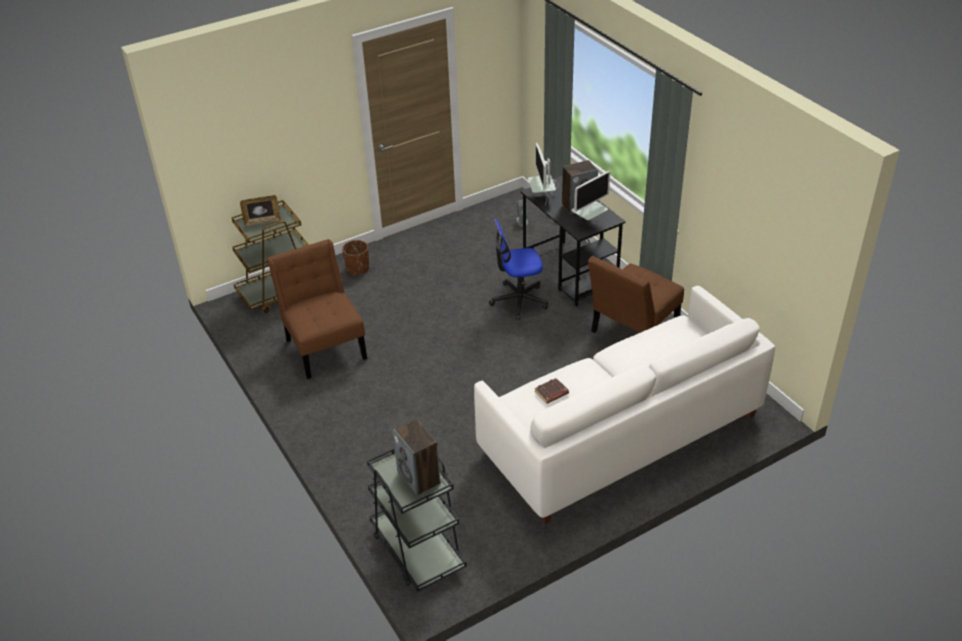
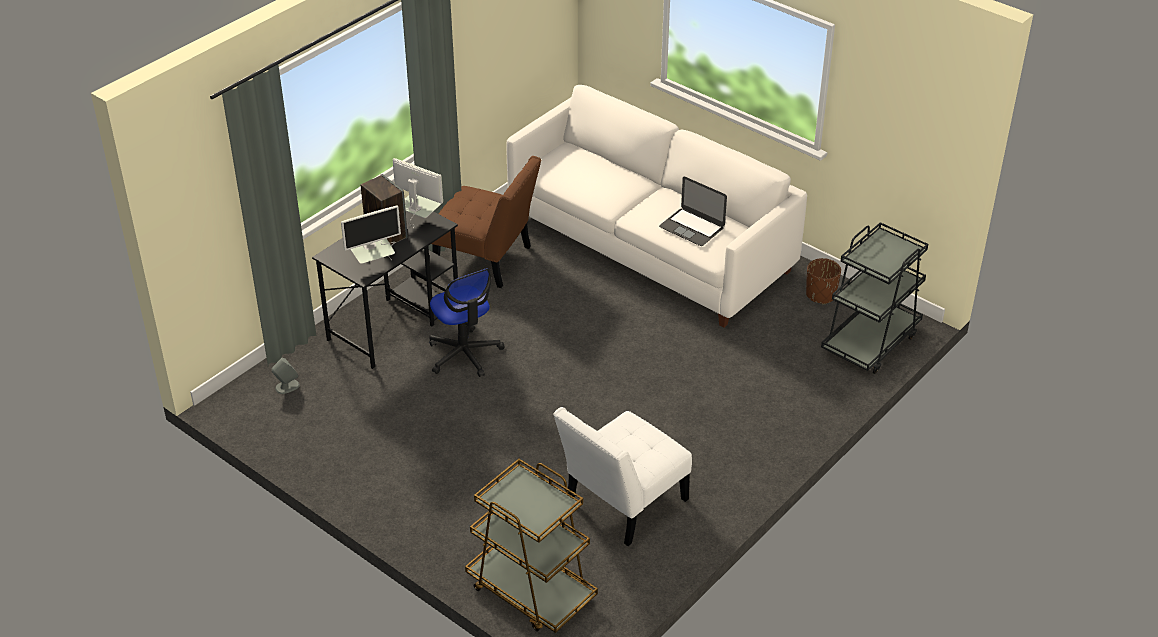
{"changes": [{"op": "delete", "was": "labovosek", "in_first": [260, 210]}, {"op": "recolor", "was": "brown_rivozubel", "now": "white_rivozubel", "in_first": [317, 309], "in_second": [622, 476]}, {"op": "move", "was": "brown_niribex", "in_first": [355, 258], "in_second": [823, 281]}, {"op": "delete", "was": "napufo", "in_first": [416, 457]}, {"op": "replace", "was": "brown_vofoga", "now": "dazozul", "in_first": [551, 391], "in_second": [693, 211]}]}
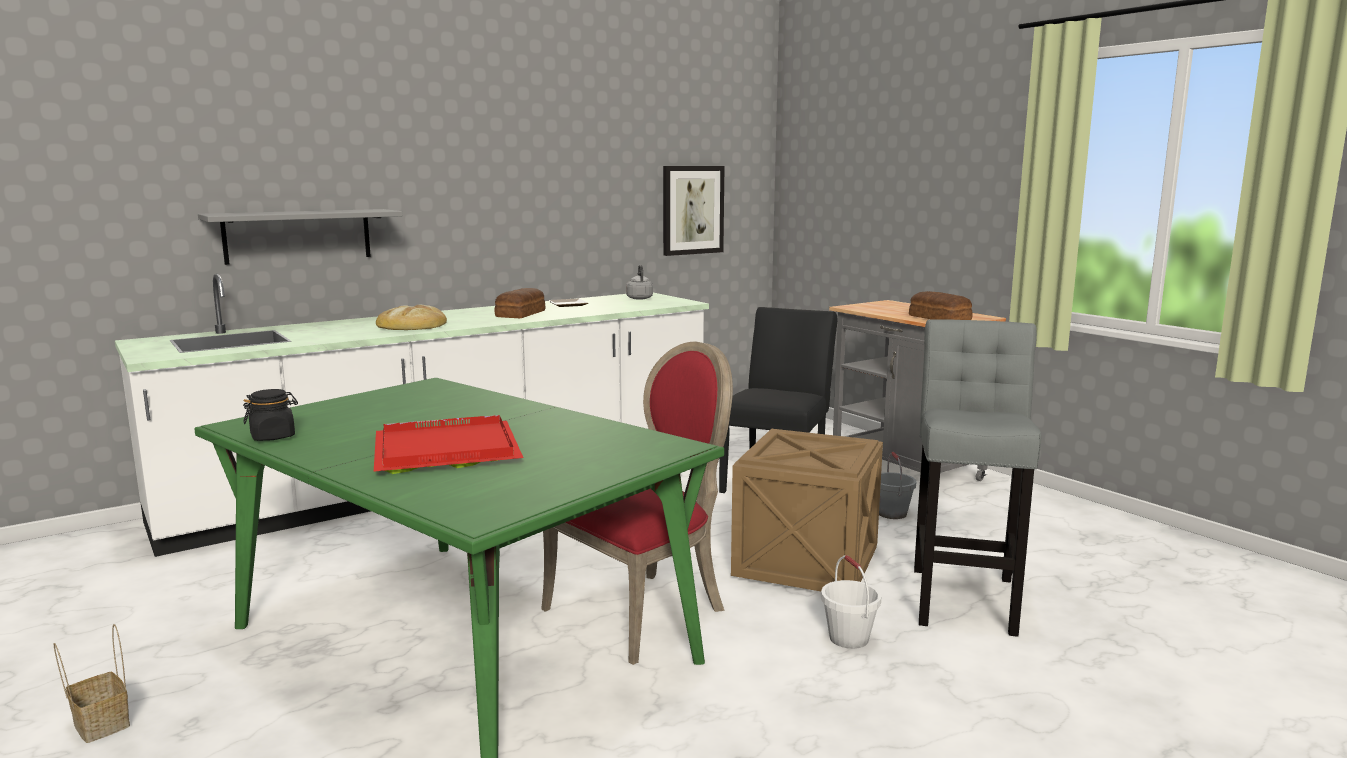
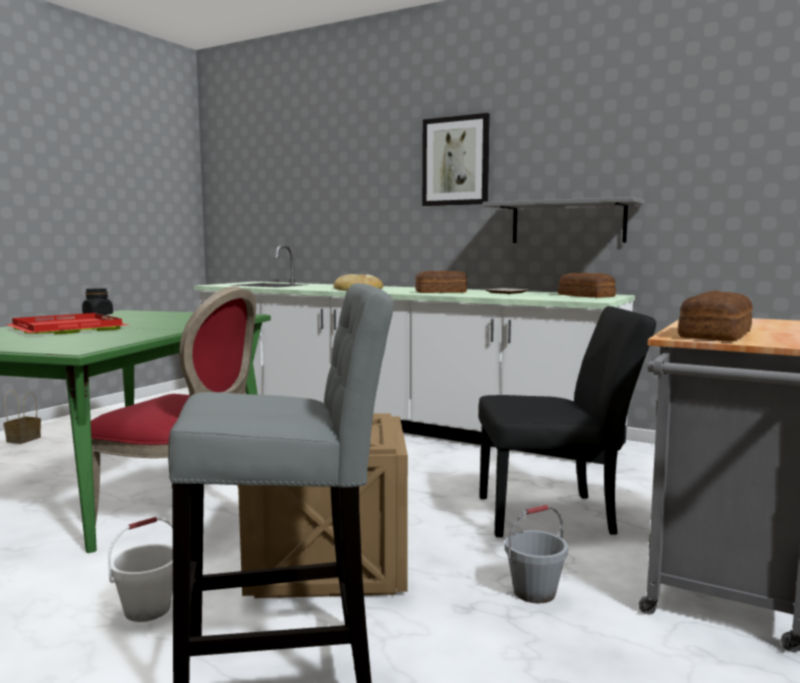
{"changes": [{"op": "move", "was": "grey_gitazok", "in_first": [300, 237], "in_second": [563, 220]}, {"op": "replace", "was": "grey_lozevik", "now": "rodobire", "in_first": [639, 282], "in_second": [587, 285]}, {"op": "move", "was": "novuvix", "in_first": [694, 211], "in_second": [456, 159]}]}
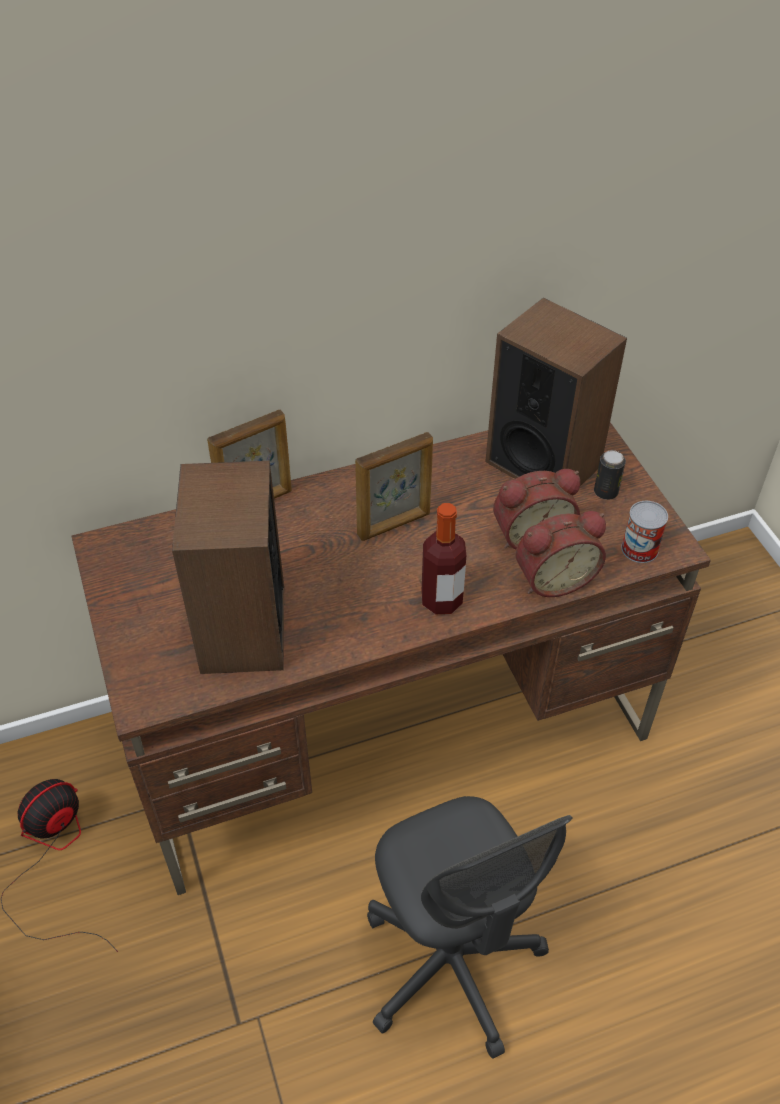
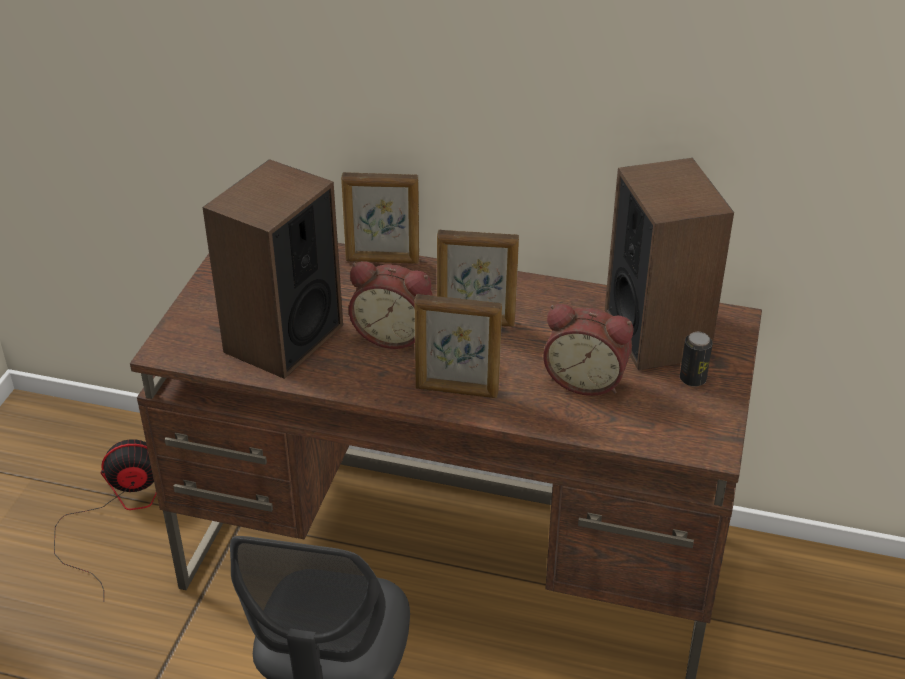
{"changes": [{"op": "replace", "was": "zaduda", "now": "labovosek", "in_first": [443, 558], "in_second": [458, 346]}, {"op": "move", "was": "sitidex", "in_first": [560, 554], "in_second": [391, 305]}, {"op": "delete", "was": "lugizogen", "in_first": [644, 532]}]}
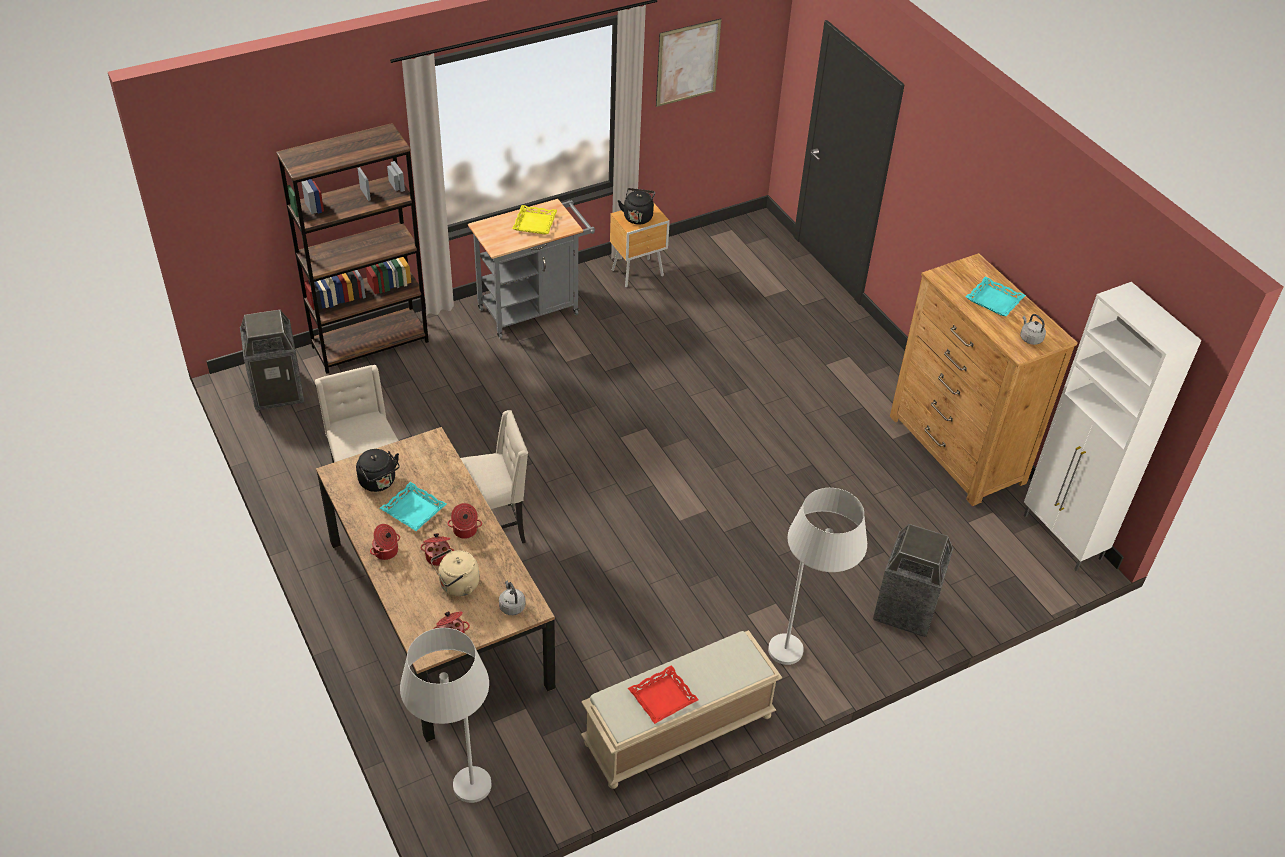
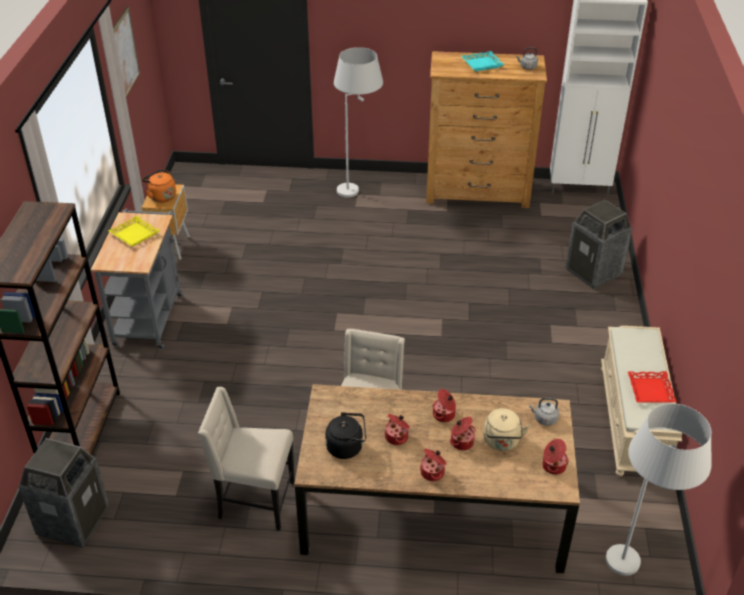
{"changes": [{"op": "replace", "was": "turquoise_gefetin", "now": "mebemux", "in_first": [413, 506], "in_second": [397, 429]}, {"op": "recolor", "was": "black_lozevik", "now": "orange_lozevik", "in_first": [636, 206], "in_second": [159, 185]}, {"op": "move", "was": "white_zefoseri", "in_first": [817, 576], "in_second": [358, 122]}]}
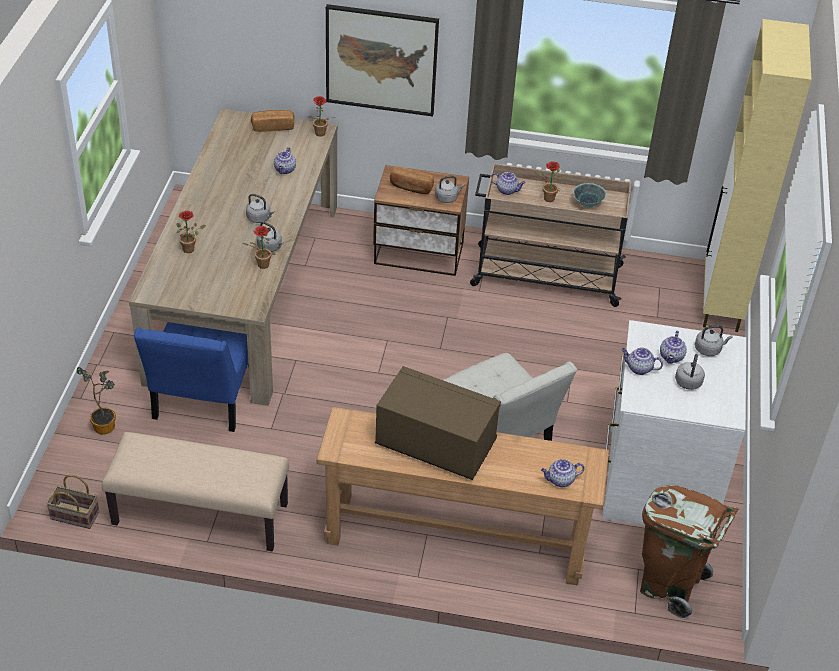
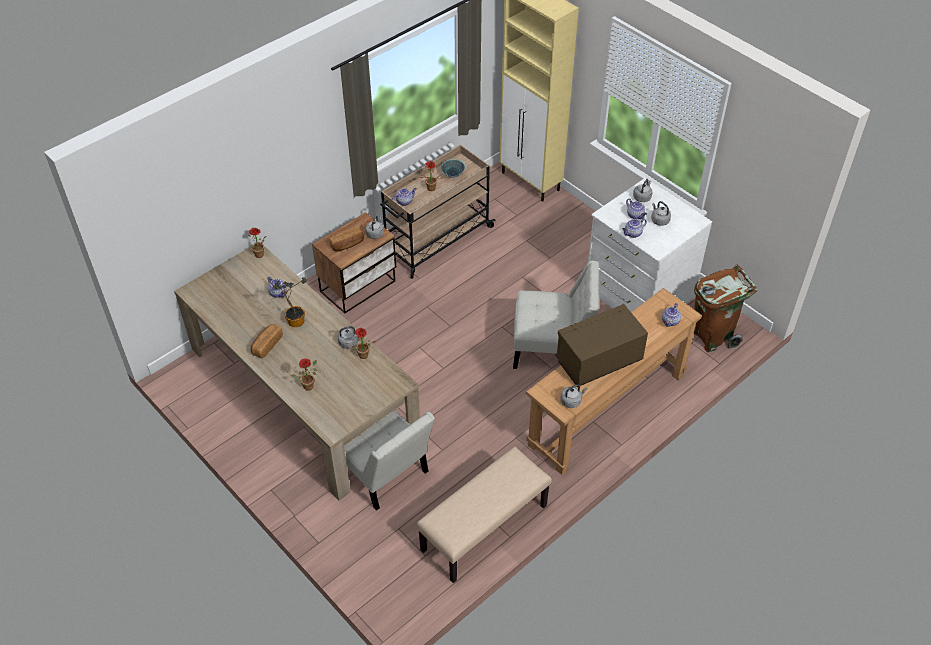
{"changes": [{"op": "delete", "was": "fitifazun", "in_first": [72, 502]}, {"op": "move", "was": "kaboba", "in_first": [96, 400], "in_second": [290, 302]}, {"op": "recolor", "was": "blue_rivozubel", "now": "white_rivozubel", "in_first": [191, 377], "in_second": [389, 460]}, {"op": "move", "was": "grey_lozevik", "in_first": [260, 208], "in_second": [573, 396]}, {"op": "move", "was": "rodobire", "in_first": [272, 121], "in_second": [267, 341]}, {"op": "delete", "was": "novuvix", "in_first": [382, 60]}]}
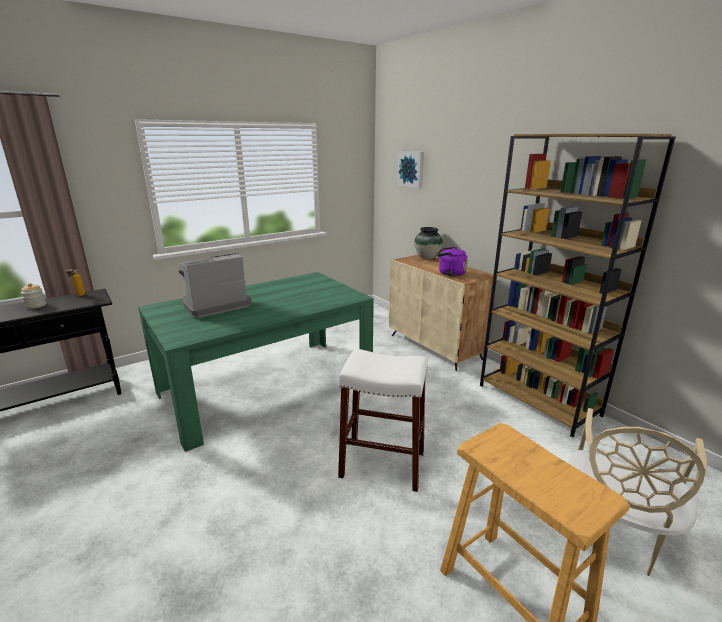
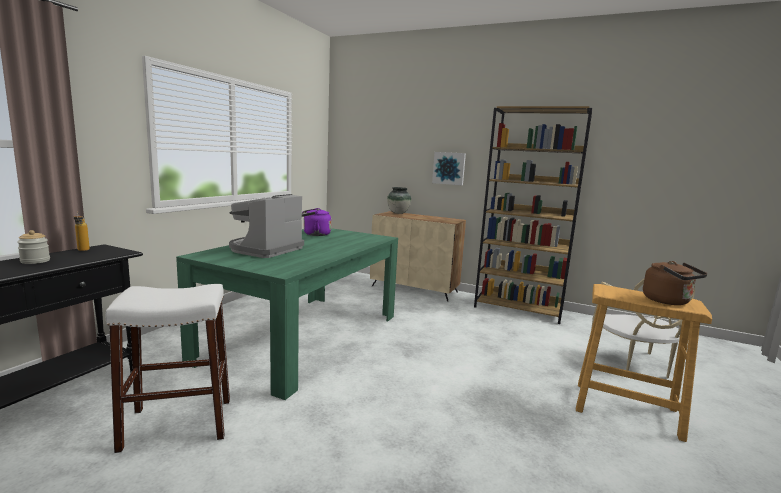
{"changes": [{"op": "move", "was": "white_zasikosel", "in_first": [383, 420], "in_second": [168, 368]}, {"op": "move", "was": "novuvix", "in_first": [410, 169], "in_second": [449, 168]}, {"op": "move", "was": "purple_lozevik", "in_first": [452, 261], "in_second": [317, 222]}, {"op": "insert", "now": "brown_lozevik", "in_second": [675, 283]}]}
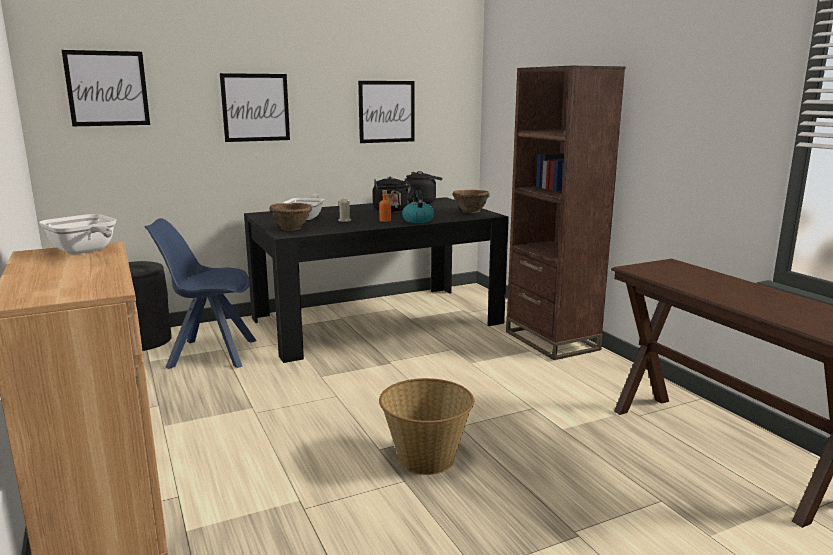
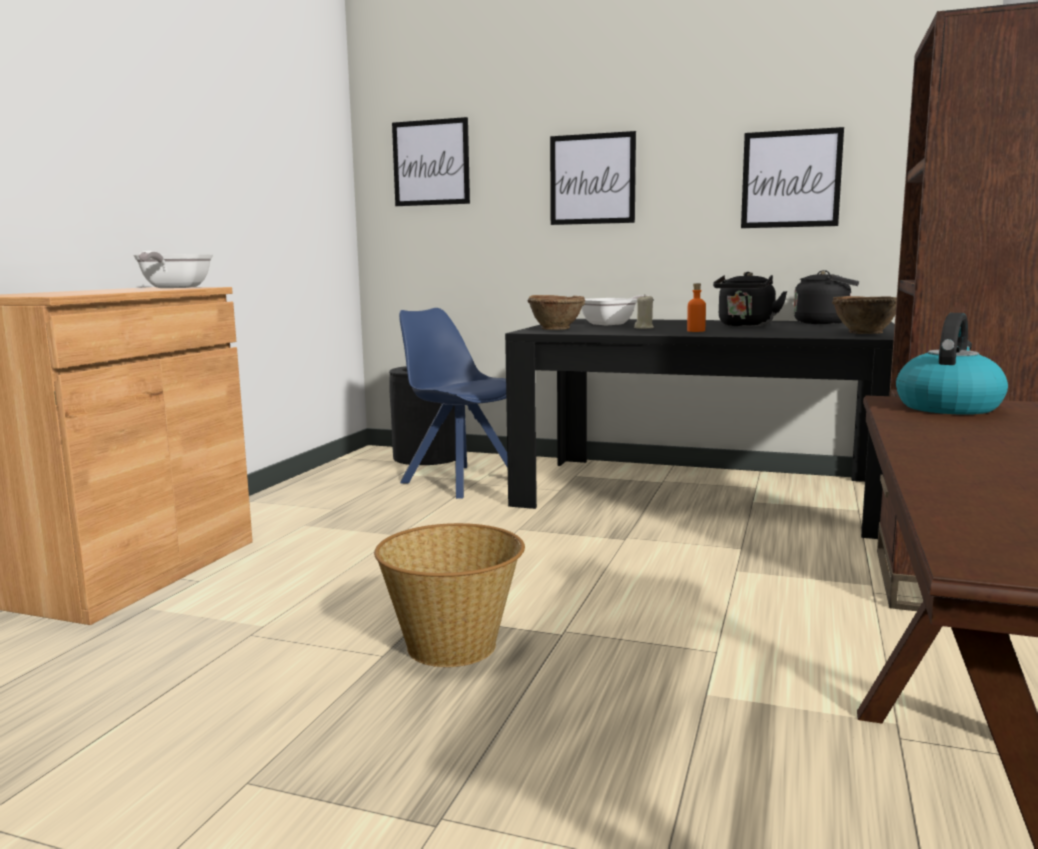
{"changes": [{"op": "move", "was": "lozevik", "in_first": [418, 206], "in_second": [952, 364]}]}
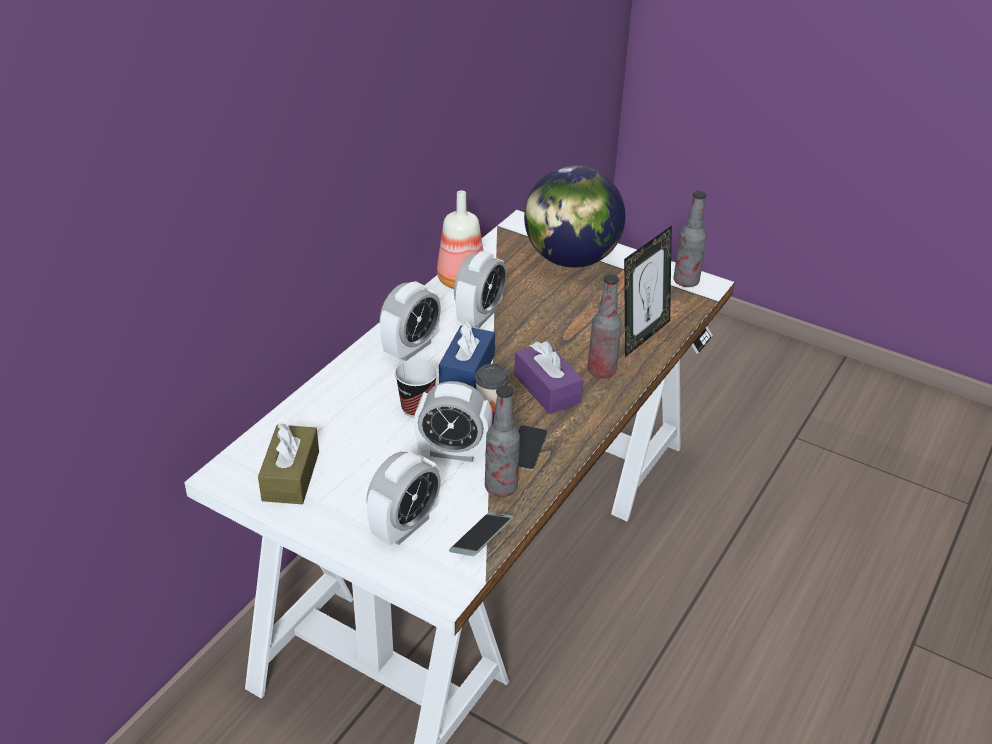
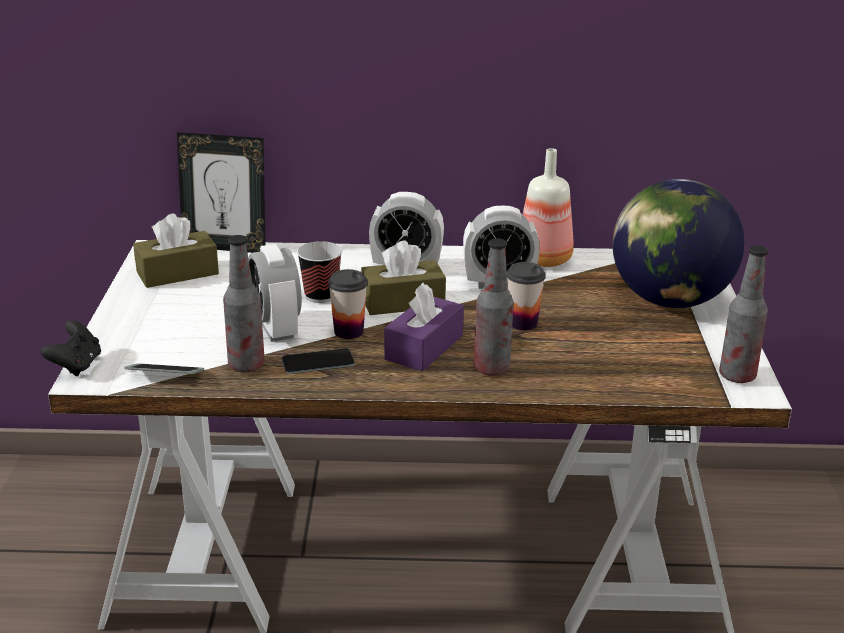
{"changes": [{"op": "delete", "was": "sitidex", "in_first": [403, 498]}, {"op": "recolor", "was": "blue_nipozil", "now": "brown_nipozil", "in_first": [467, 355], "in_second": [403, 277]}, {"op": "move", "was": "labovosek", "in_first": [648, 291], "in_second": [221, 192]}, {"op": "insert", "now": "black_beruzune", "in_second": [71, 348]}, {"op": "insert", "now": "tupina", "in_second": [526, 296]}]}
